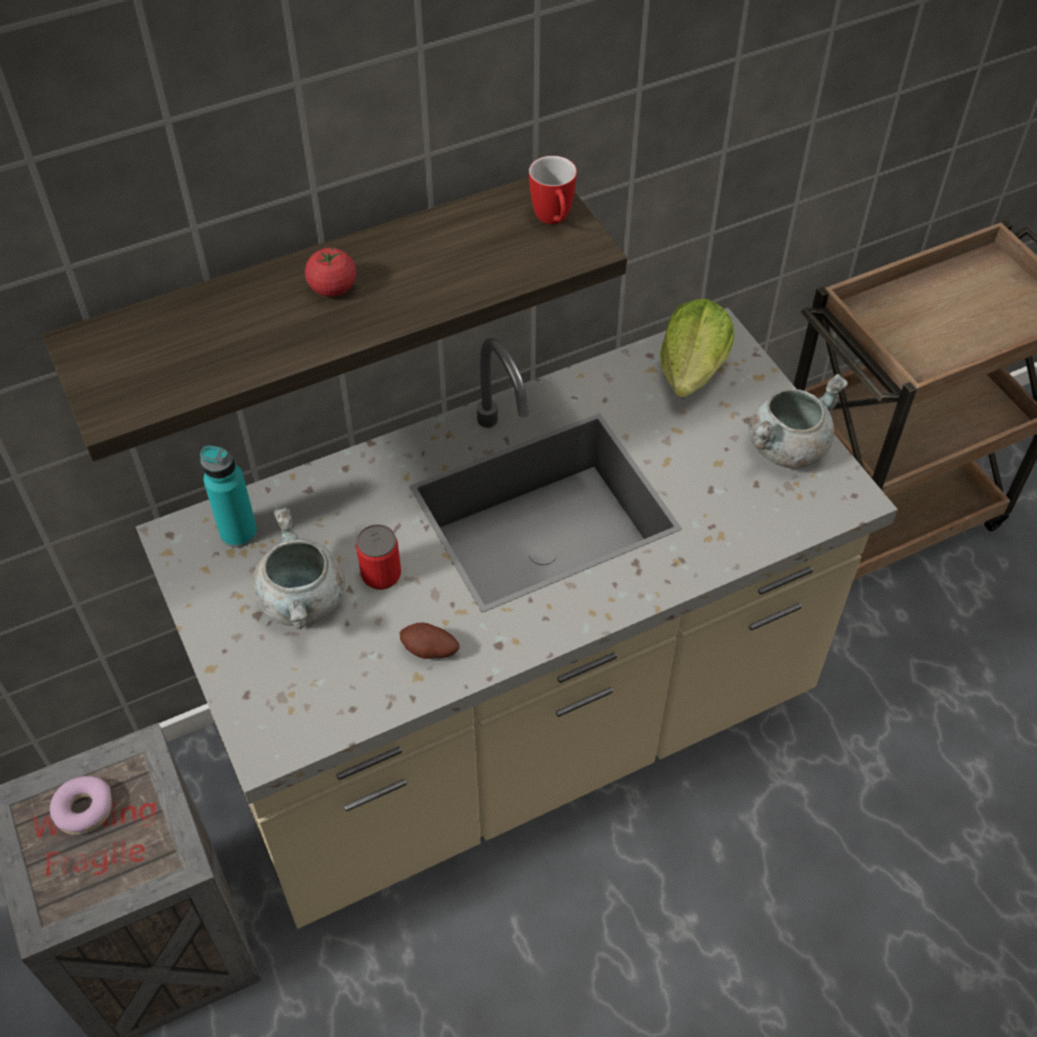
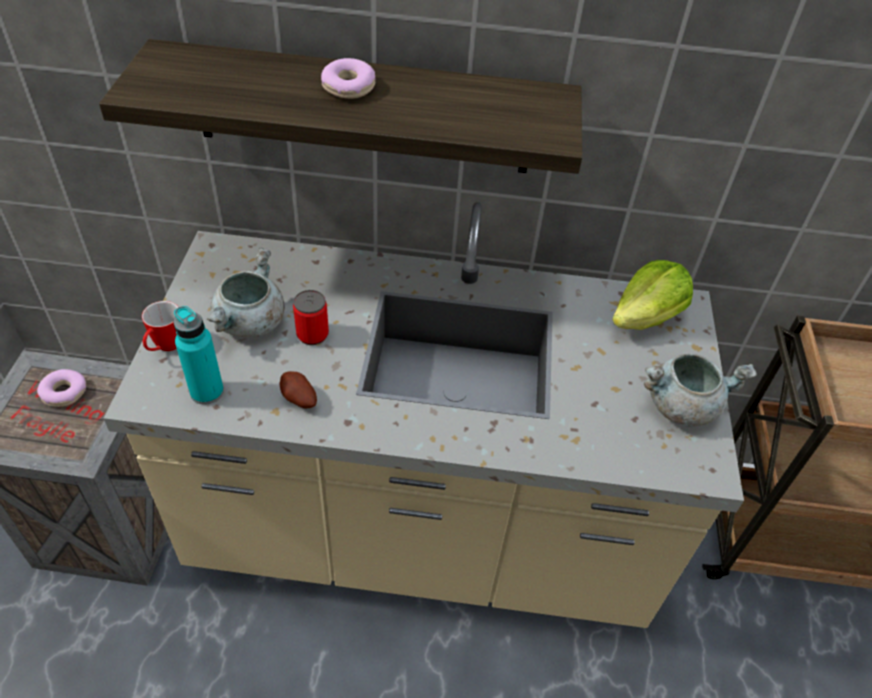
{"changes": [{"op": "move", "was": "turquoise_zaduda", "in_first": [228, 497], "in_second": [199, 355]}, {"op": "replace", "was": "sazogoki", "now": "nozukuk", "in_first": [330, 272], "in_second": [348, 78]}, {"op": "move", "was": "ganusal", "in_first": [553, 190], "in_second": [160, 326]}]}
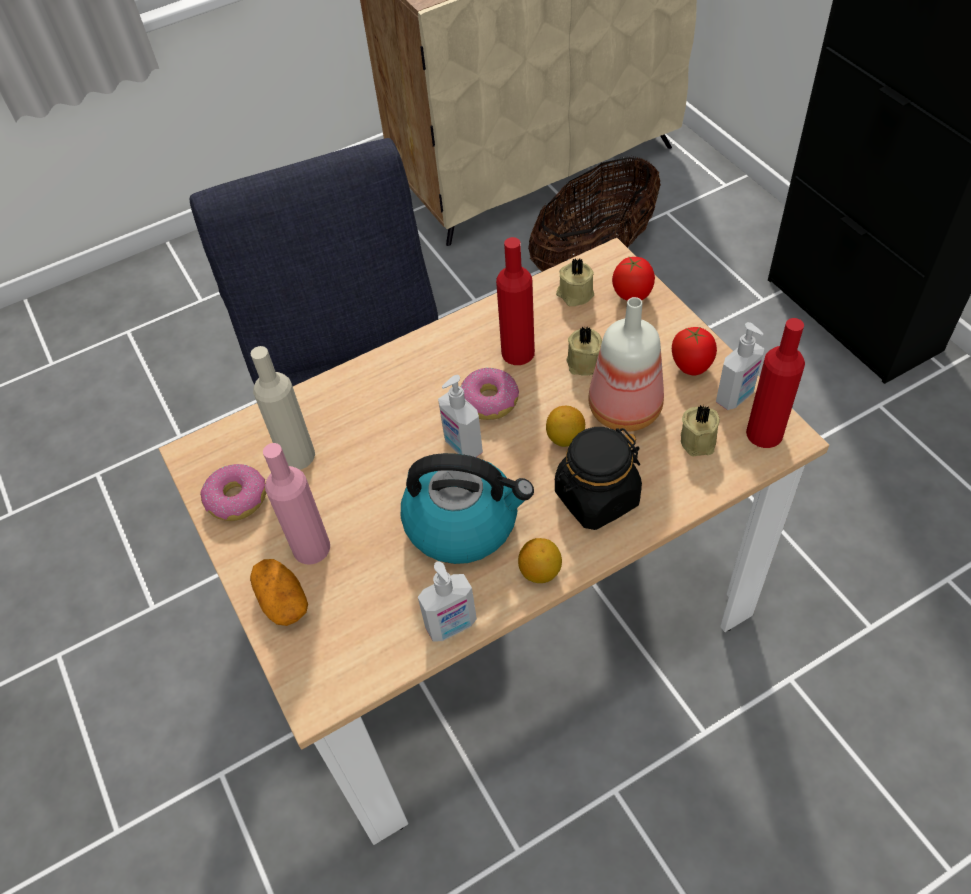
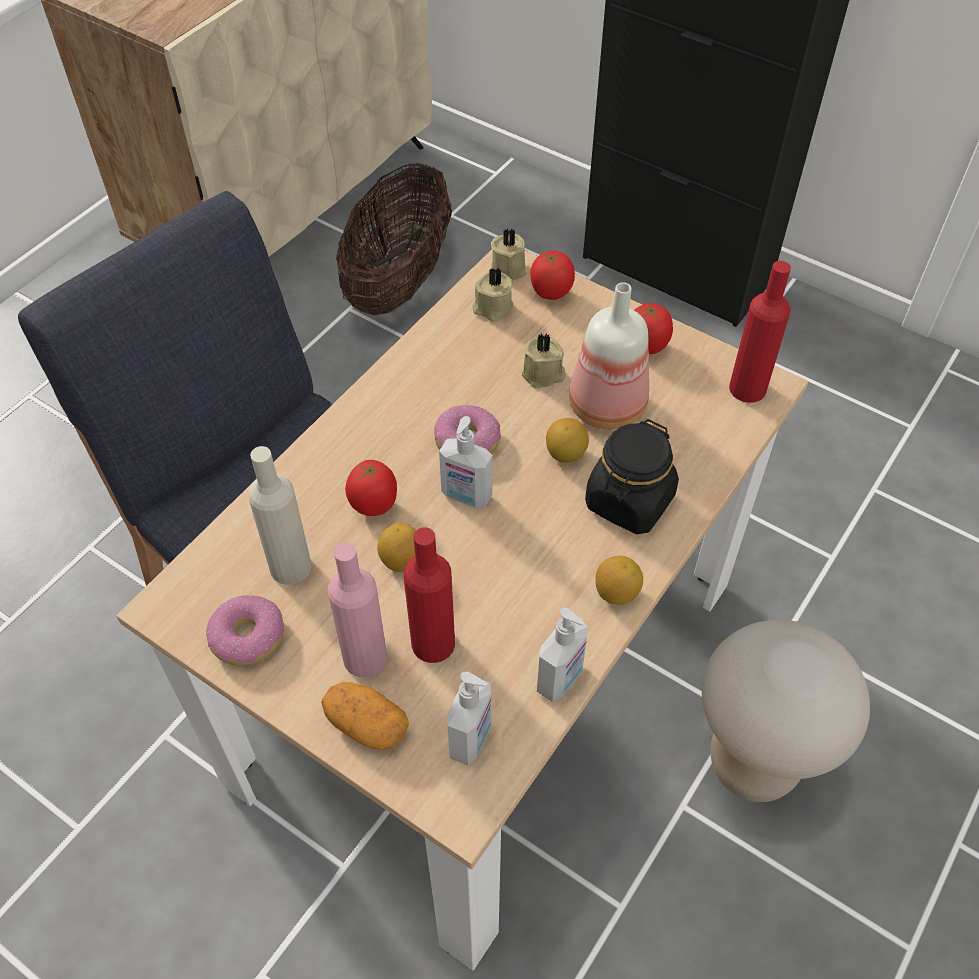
{"changes": [{"op": "delete", "was": "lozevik", "in_first": [467, 508]}, {"op": "move", "was": "red_zaduda", "in_first": [515, 301], "in_second": [429, 595]}, {"op": "move", "was": "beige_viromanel", "in_first": [700, 430], "in_second": [508, 254]}, {"op": "move", "was": "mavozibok", "in_first": [740, 366], "in_second": [469, 718]}, {"op": "insert", "now": "sazogoki", "in_second": [371, 487]}, {"op": "insert", "now": "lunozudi", "in_second": [396, 547]}, {"op": "insert", "now": "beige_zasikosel", "in_second": [786, 711]}]}
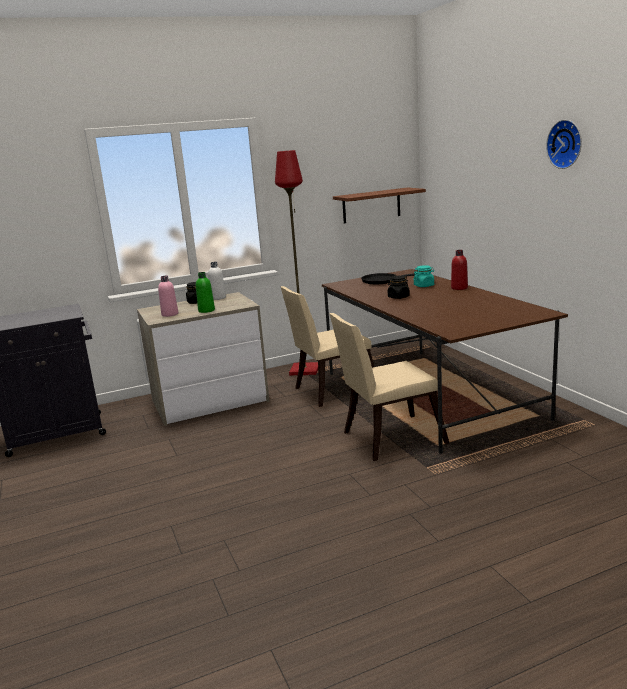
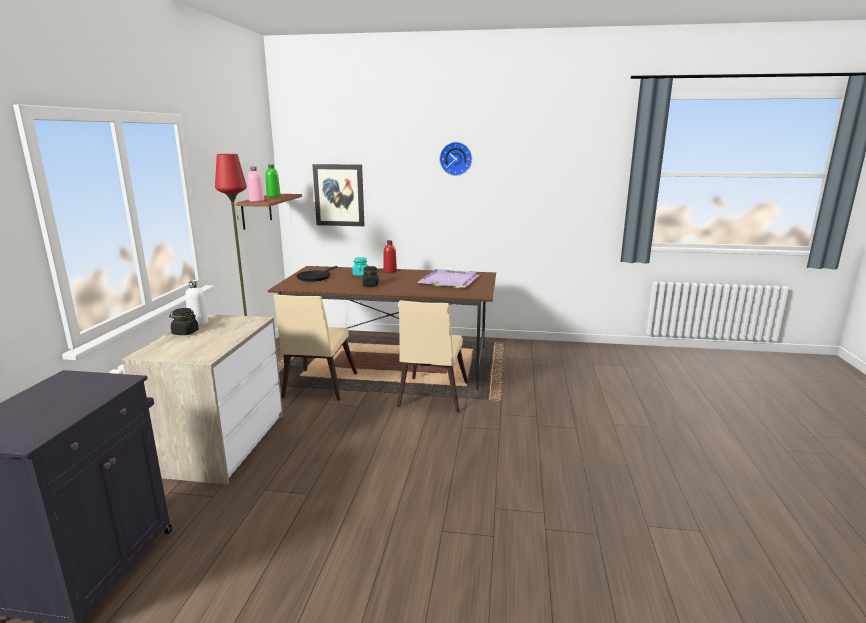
{"changes": [{"op": "move", "was": "pink_zaduda", "in_first": [168, 296], "in_second": [256, 184]}, {"op": "move", "was": "green_zaduda", "in_first": [205, 292], "in_second": [273, 180]}, {"op": "insert", "now": "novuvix", "in_second": [338, 195]}, {"op": "insert", "now": "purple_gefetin", "in_second": [448, 278]}]}
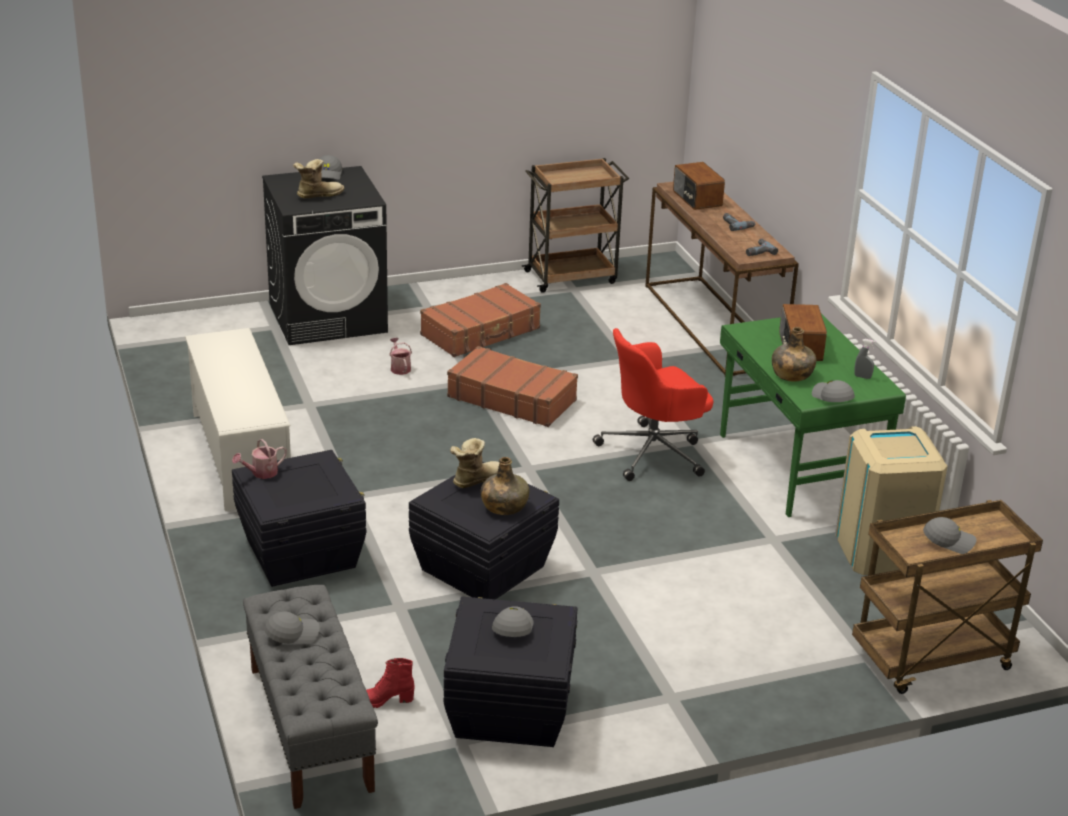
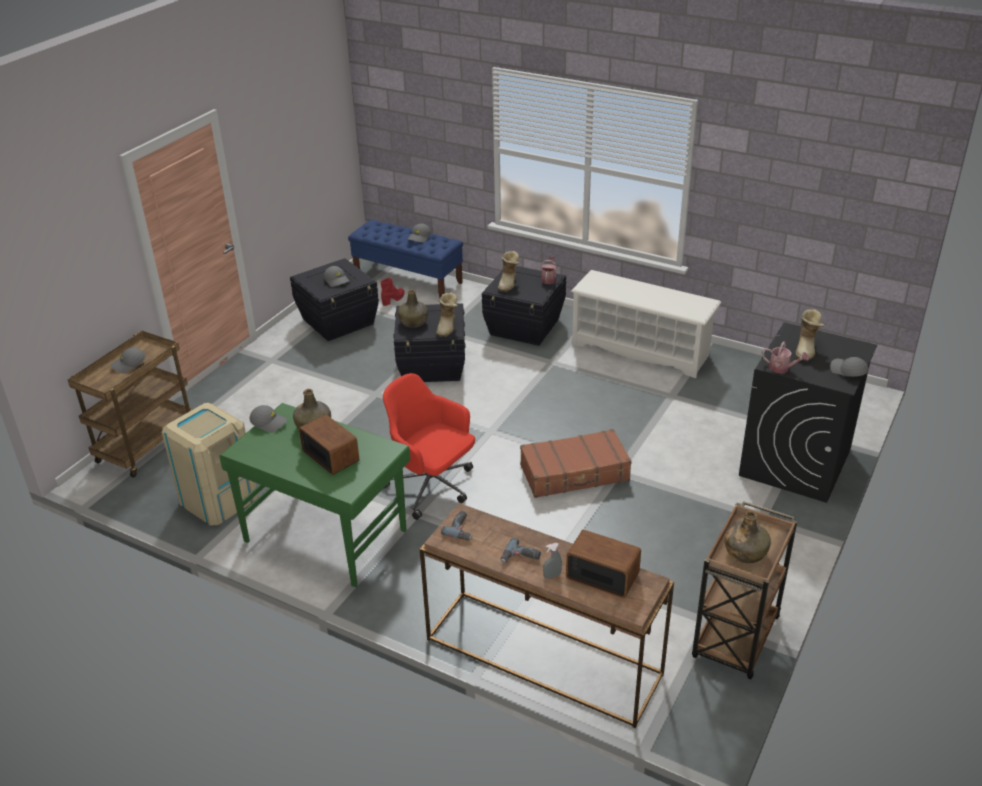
{"changes": [{"op": "recolor", "was": "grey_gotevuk", "now": "blue_gotevuk", "in_first": [310, 697], "in_second": [405, 259]}, {"op": "move", "was": "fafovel", "in_first": [400, 356], "in_second": [785, 357]}, {"op": "delete", "was": "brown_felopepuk", "in_first": [480, 320]}, {"op": "rotate", "was": "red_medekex", "in_first": [653, 404], "in_second": [429, 446], "clockwise": -75}, {"op": "move", "was": "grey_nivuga", "in_first": [865, 359], "in_second": [552, 561]}, {"op": "insert", "now": "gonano", "in_second": [508, 271]}, {"op": "insert", "now": "green_zaduda", "in_second": [747, 537]}]}
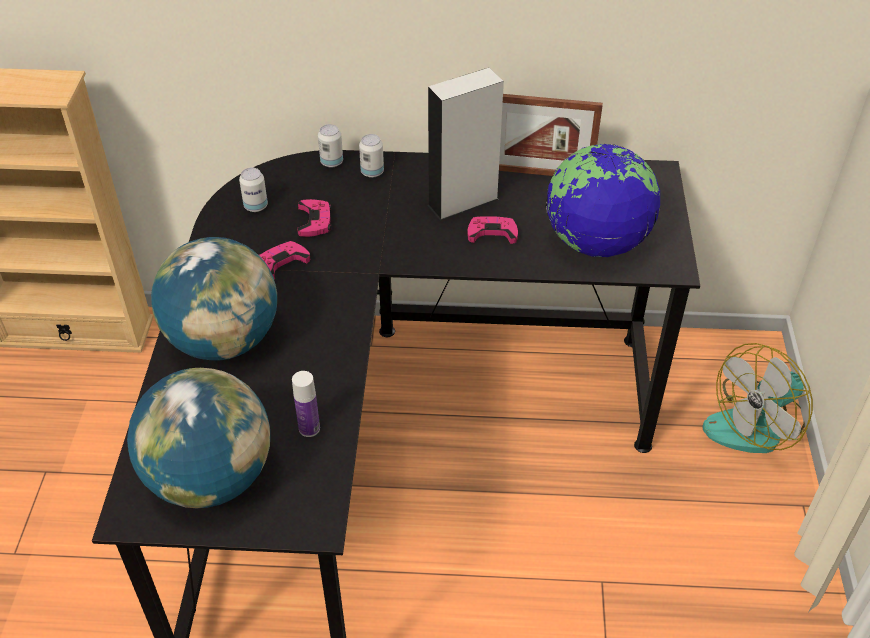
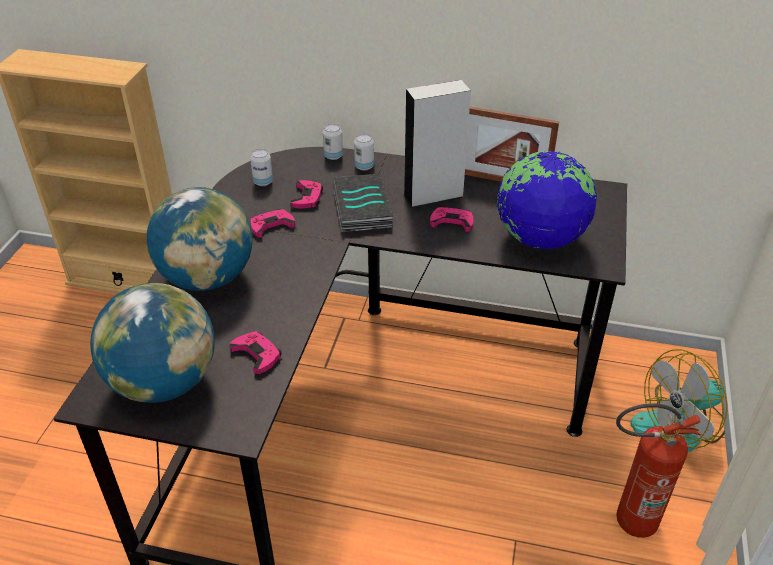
{"changes": [{"op": "replace", "was": "zaduda", "now": "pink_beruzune", "in_first": [306, 404], "in_second": [255, 352]}, {"op": "insert", "now": "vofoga", "in_second": [363, 202]}, {"op": "insert", "now": "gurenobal", "in_second": [658, 470]}]}
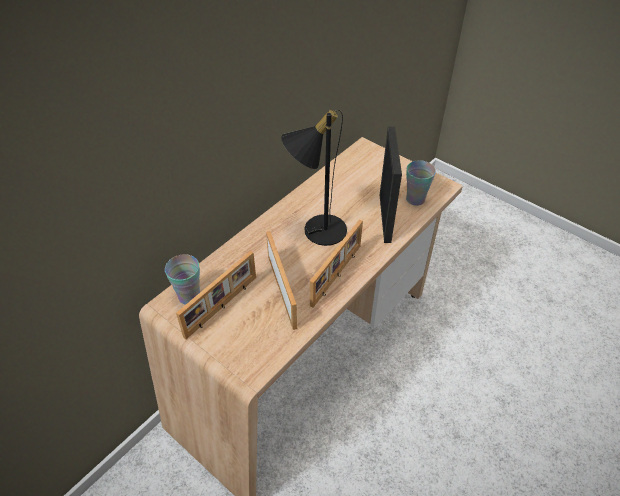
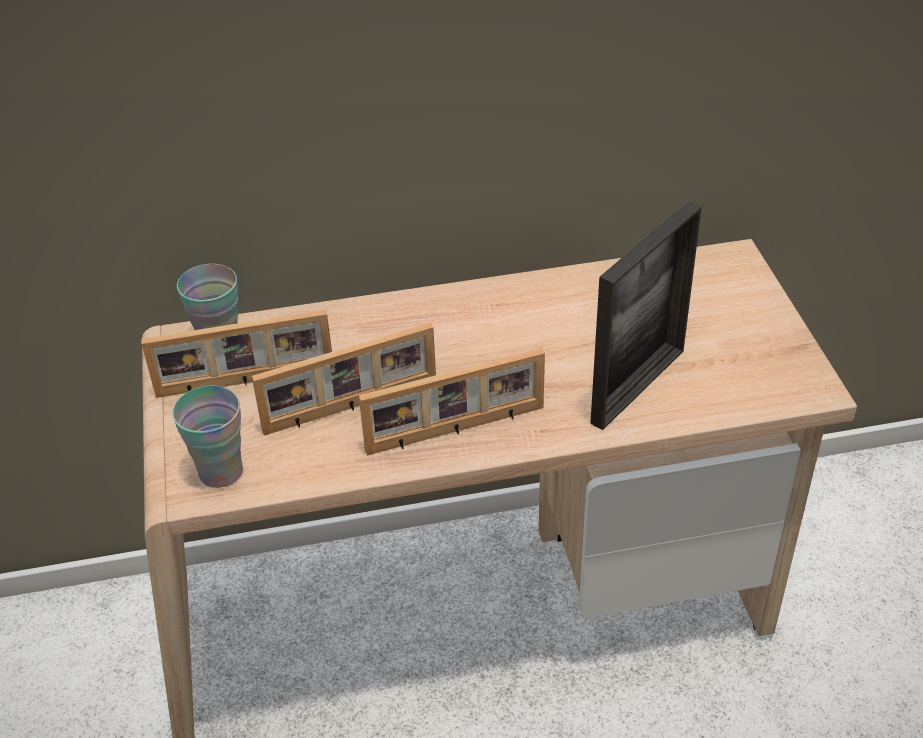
{"changes": [{"op": "rotate", "was": "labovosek", "in_first": [281, 280], "in_second": [344, 379], "clockwise": 45}, {"op": "delete", "was": "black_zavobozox", "in_first": [314, 178]}, {"op": "move", "was": "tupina", "in_first": [421, 183], "in_second": [207, 437]}]}
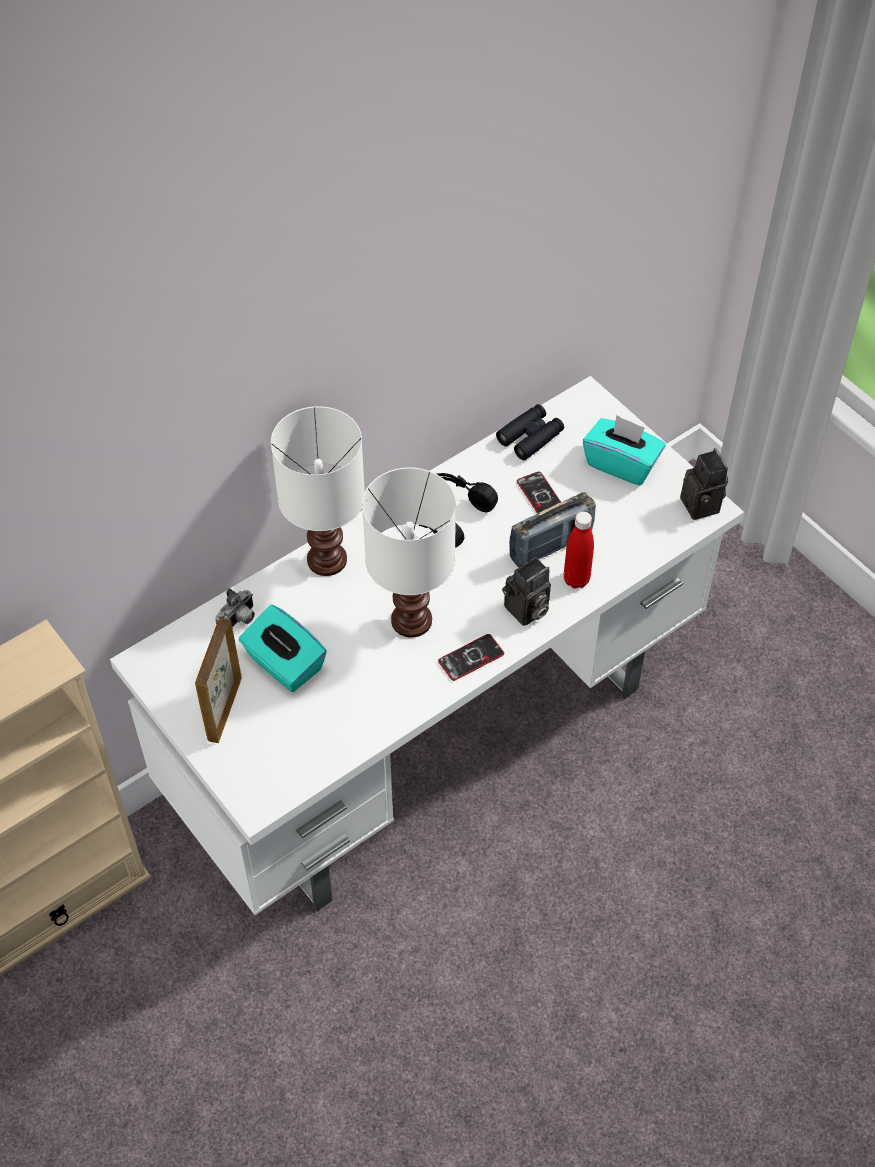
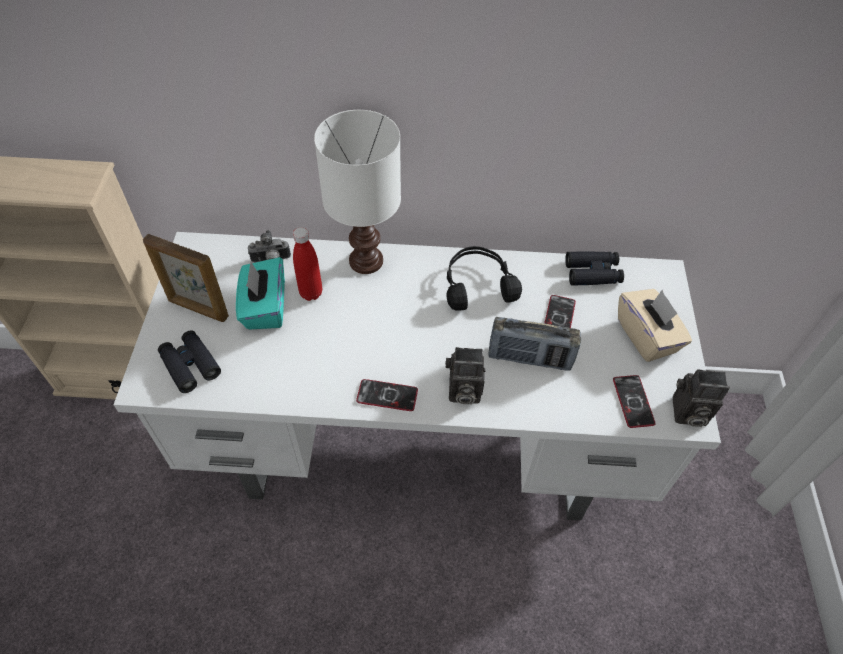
{"changes": [{"op": "rotate", "was": "labovosek", "in_first": [218, 680], "in_second": [186, 278], "clockwise": -120}, {"op": "delete", "was": "white_zavobozox", "in_first": [409, 552]}, {"op": "move", "was": "red_zaduda", "in_first": [579, 550], "in_second": [307, 264]}, {"op": "recolor", "was": "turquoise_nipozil", "now": "beige_nipozil", "in_first": [624, 450], "in_second": [655, 325]}, {"op": "rotate", "was": "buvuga", "in_first": [704, 484], "in_second": [701, 398], "clockwise": 75}, {"op": "insert", "now": "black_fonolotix", "in_second": [189, 361]}, {"op": "insert", "now": "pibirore", "in_second": [634, 401]}]}
